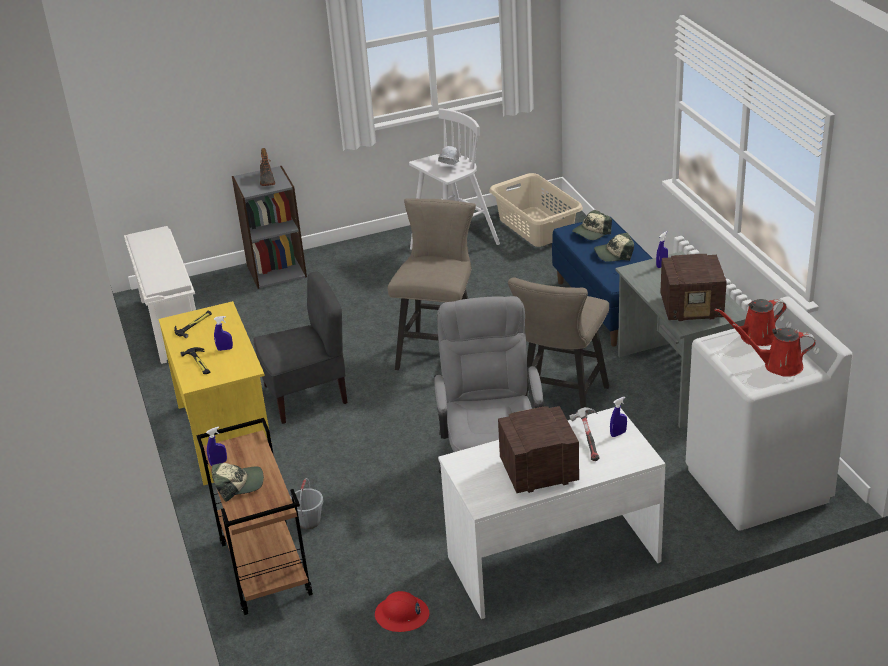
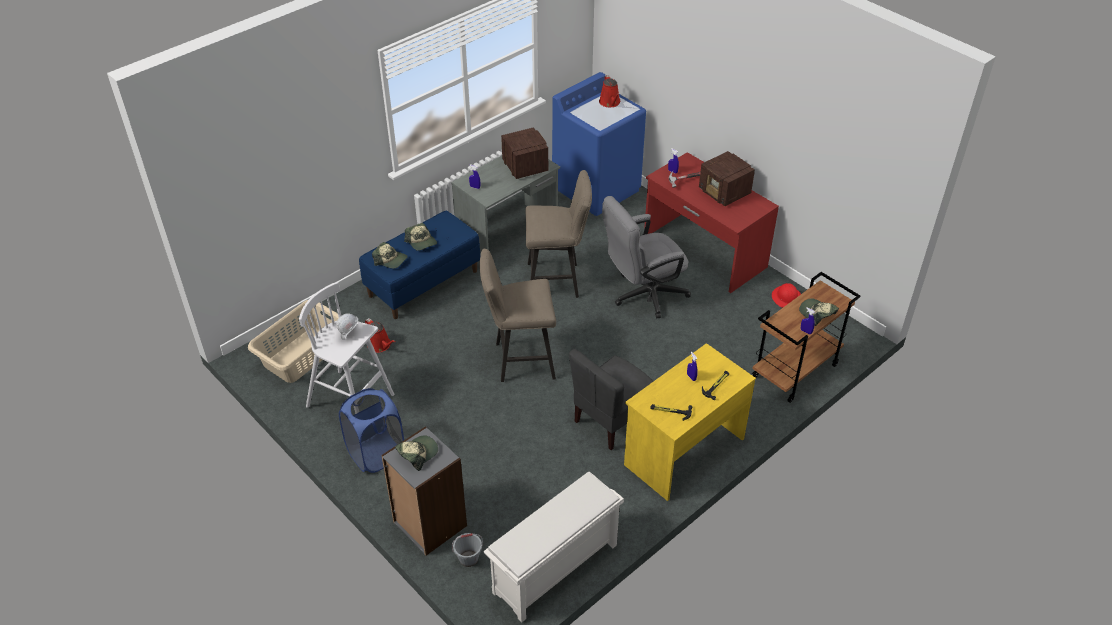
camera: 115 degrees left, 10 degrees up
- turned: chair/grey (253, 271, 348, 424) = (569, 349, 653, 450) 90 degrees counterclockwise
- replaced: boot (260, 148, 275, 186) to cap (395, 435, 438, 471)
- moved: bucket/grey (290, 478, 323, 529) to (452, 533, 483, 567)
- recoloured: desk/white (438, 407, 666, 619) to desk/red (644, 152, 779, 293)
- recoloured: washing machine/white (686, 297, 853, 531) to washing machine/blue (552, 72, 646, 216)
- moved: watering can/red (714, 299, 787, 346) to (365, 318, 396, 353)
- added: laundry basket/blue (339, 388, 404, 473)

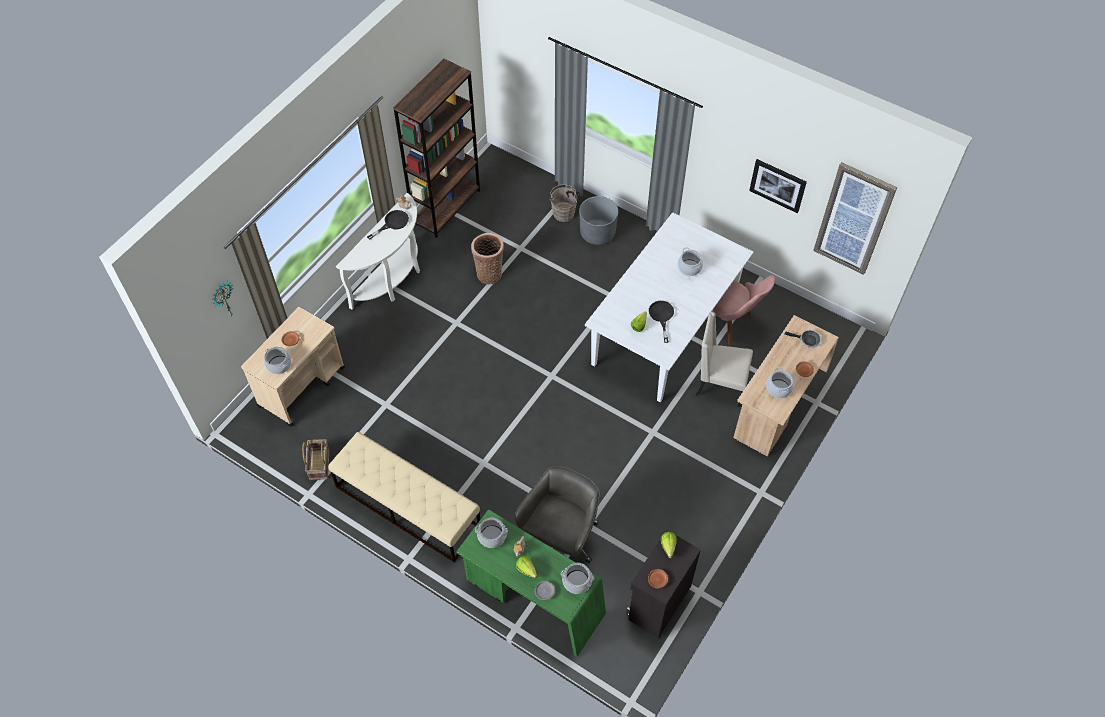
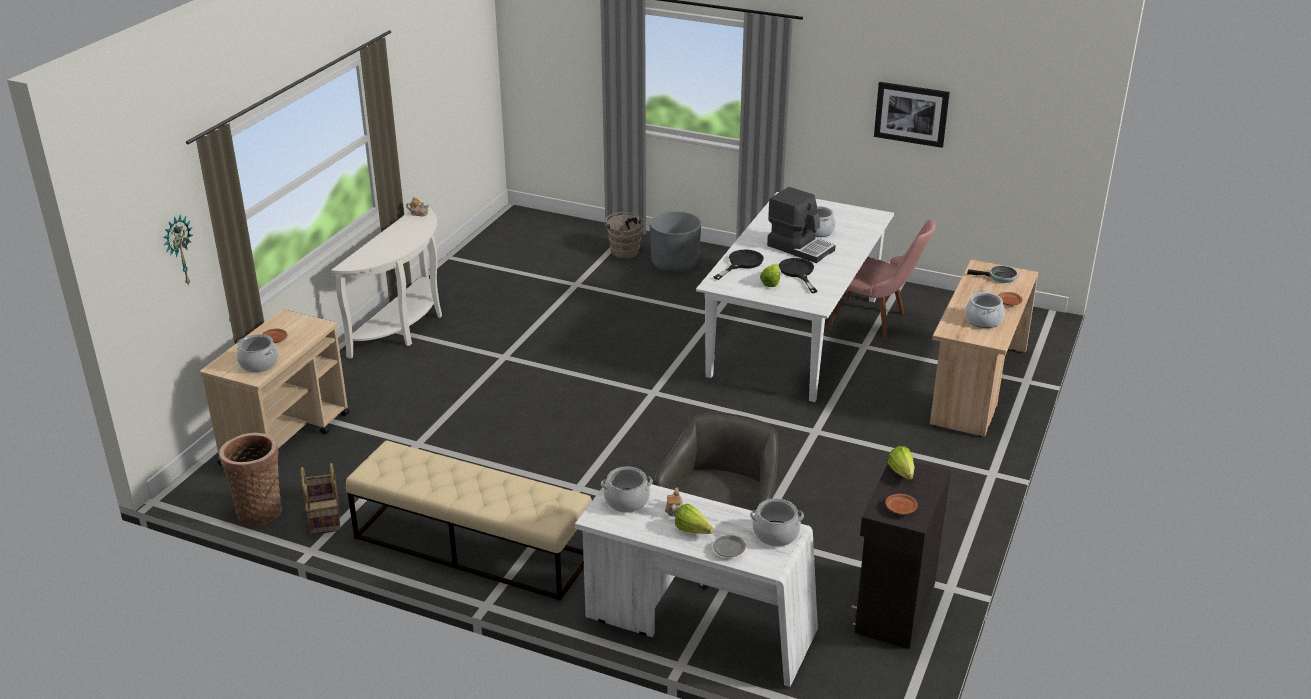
camera: 10 degrees left, 25 degrees down
- moved: frying pan/black (367, 210, 409, 239) to (714, 250, 764, 280)
- removed: bookcase/brown (393, 59, 480, 238)
- recoloured: desk/green (456, 509, 606, 657) to desk/white (575, 484, 818, 687)
- moved: basket (471, 233, 504, 284) to (219, 433, 282, 526)
- removed: chair/beige (695, 312, 753, 407)
- removed: picture (813, 162, 897, 275)
- added: coffee machine (767, 187, 836, 263)

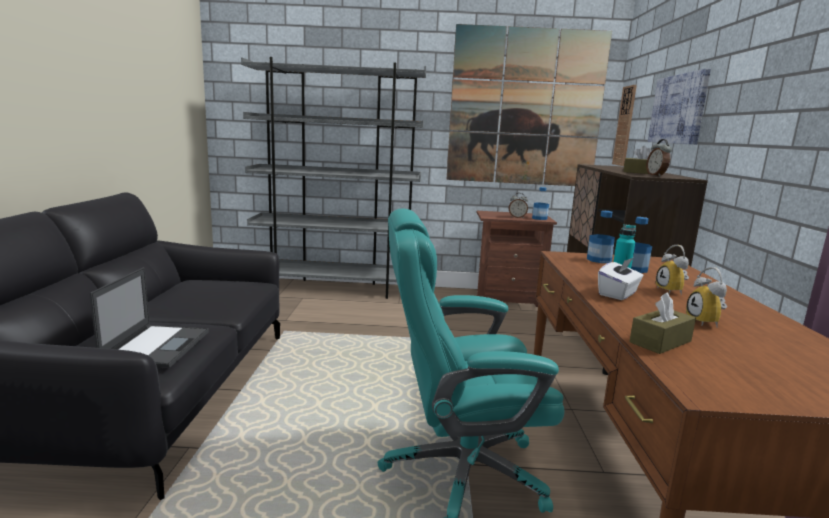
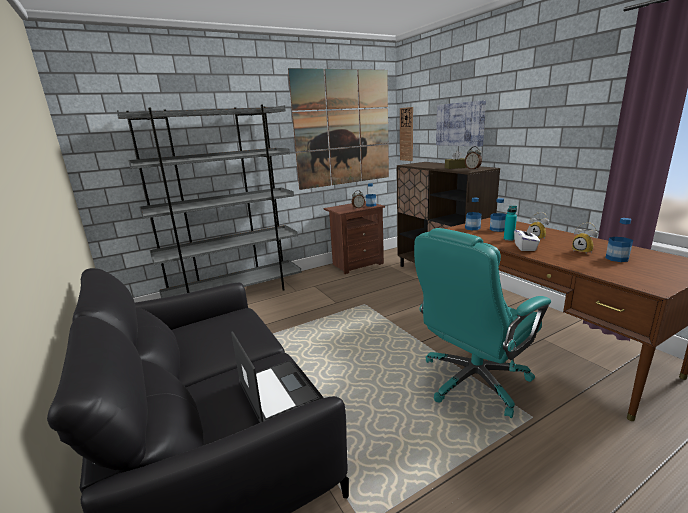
camera: 30 degrees left, 5 degrees up
- removed: tissue box/brown (629, 292, 696, 354)
- added: bottle (606, 218, 633, 262)

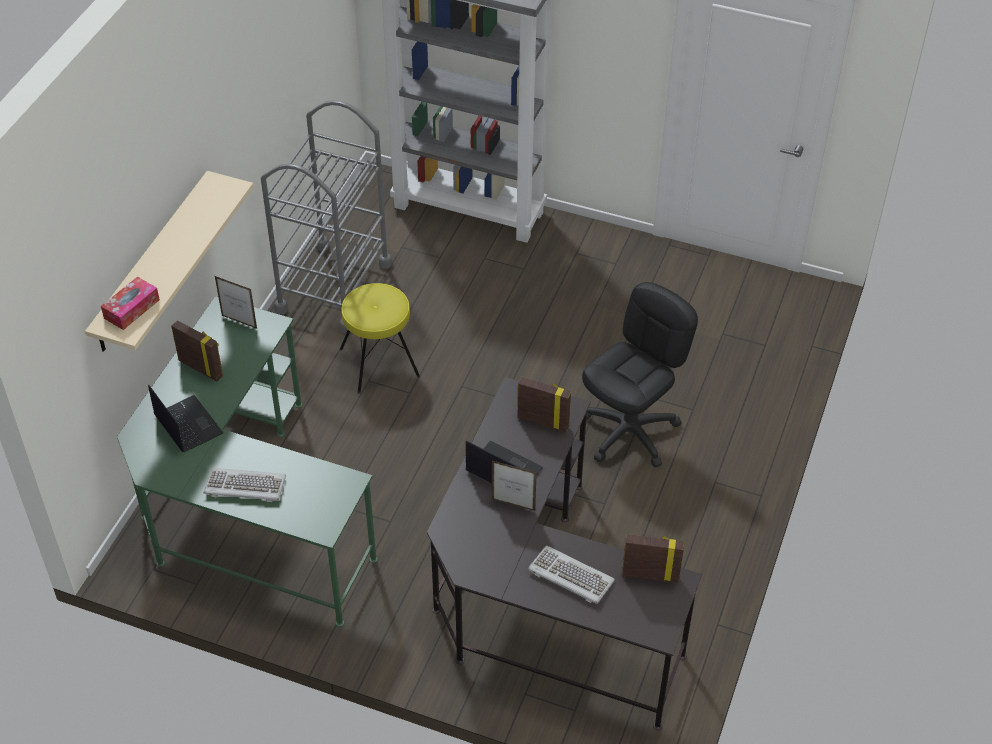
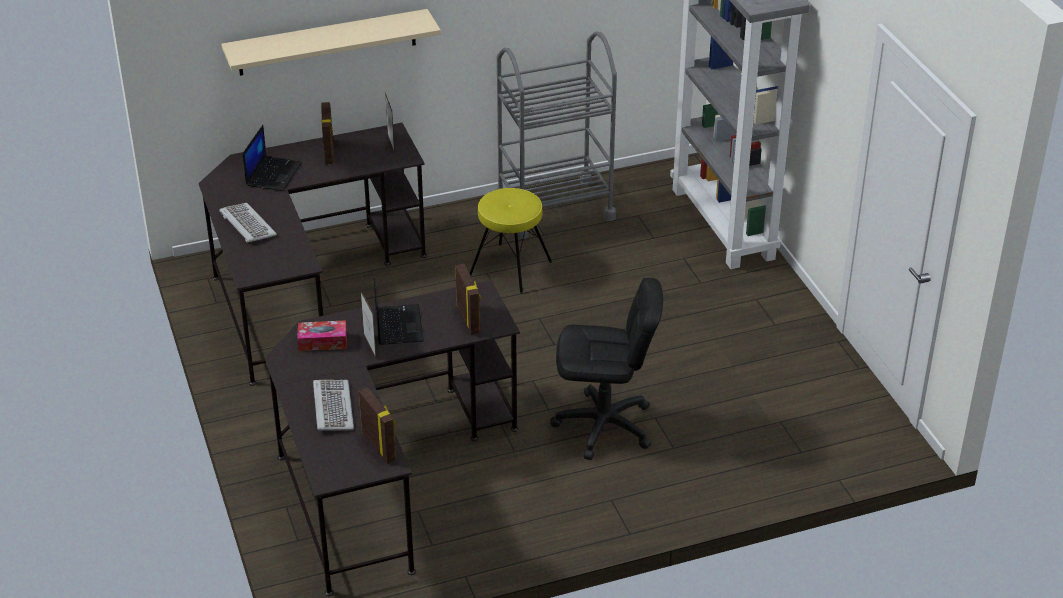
camera: 50 degrees right, 10 degrees down
- moved: tissue box (101, 277, 160, 330) to (297, 320, 347, 351)
- recoloured: desk/green (117, 296, 378, 627) to desk/black (199, 123, 427, 386)

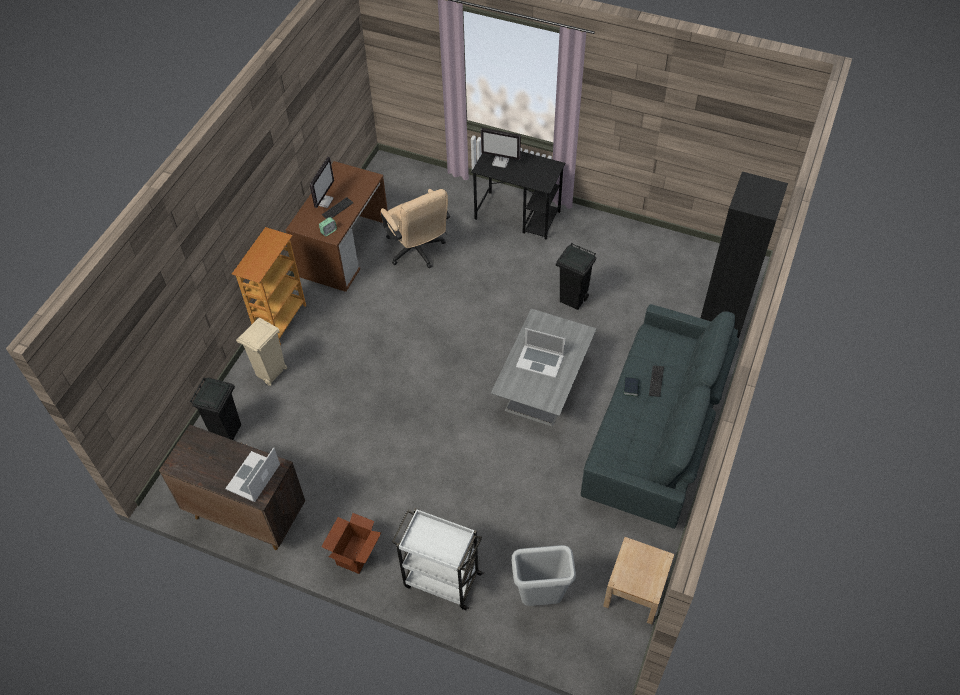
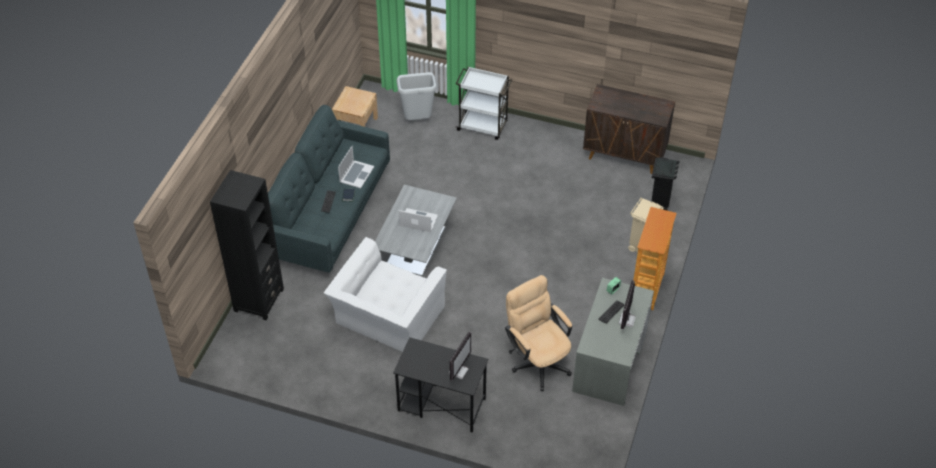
camera: 175 degrees right, 5 degrees down
- moved: laptop (225, 447, 280, 502) to (338, 145, 374, 189)
- recoloured: desk/brown (286, 161, 388, 292) to desk/grey (572, 278, 654, 406)
- removed: cardboard box (321, 513, 381, 574)
- turned: monitor (481, 128, 521, 168) = (449, 332, 471, 381) 105 degrees clockwise
- replaced: trash can/black (556, 243, 597, 310) to armchair/white (324, 237, 447, 352)

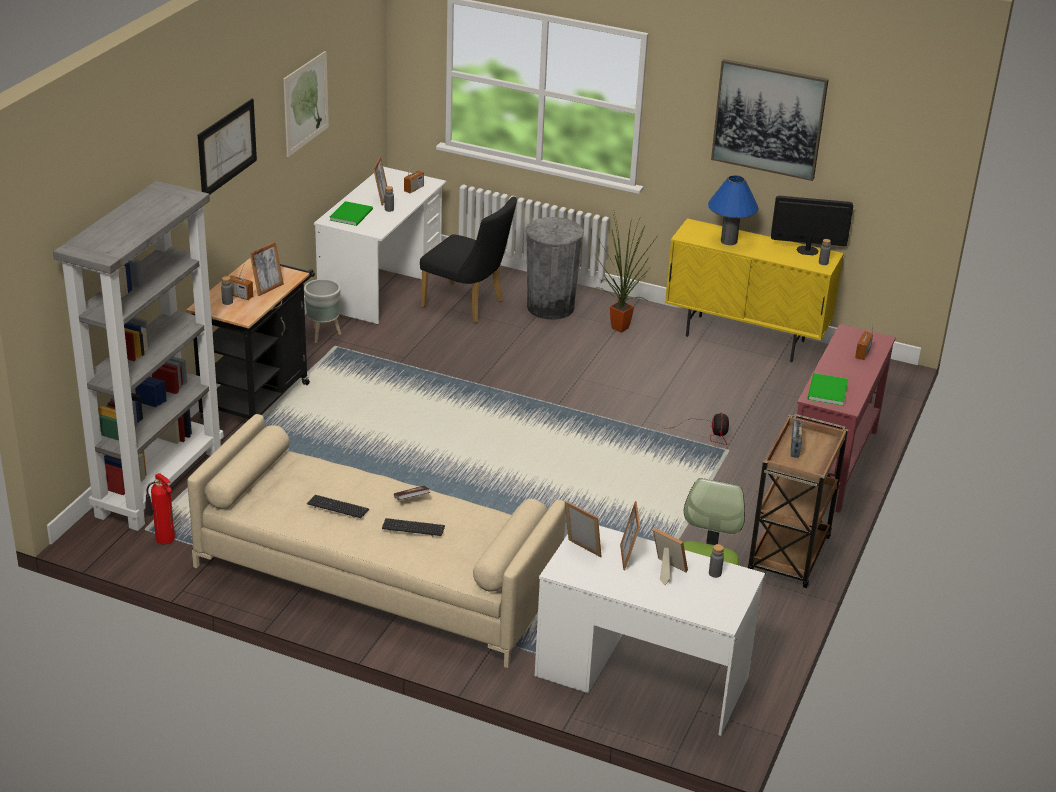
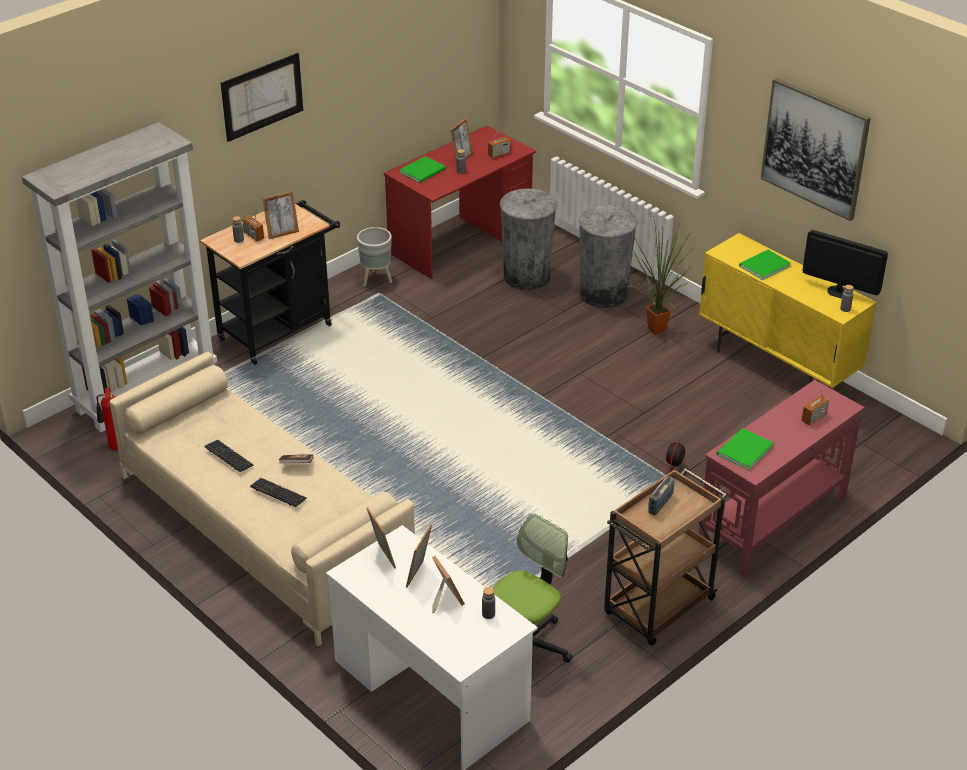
camera: 25 degrees right, 5 degrees up
- removed: picture (284, 51, 329, 157)
- recoloured: desk/white (314, 167, 446, 324) to desk/red (384, 126, 536, 279)
- replaced: chair/black (420, 196, 517, 323) to trash can/grey (500, 188, 557, 290)
- replaced: table lamp/blue (708, 175, 759, 245) to book/green (739, 250, 791, 281)

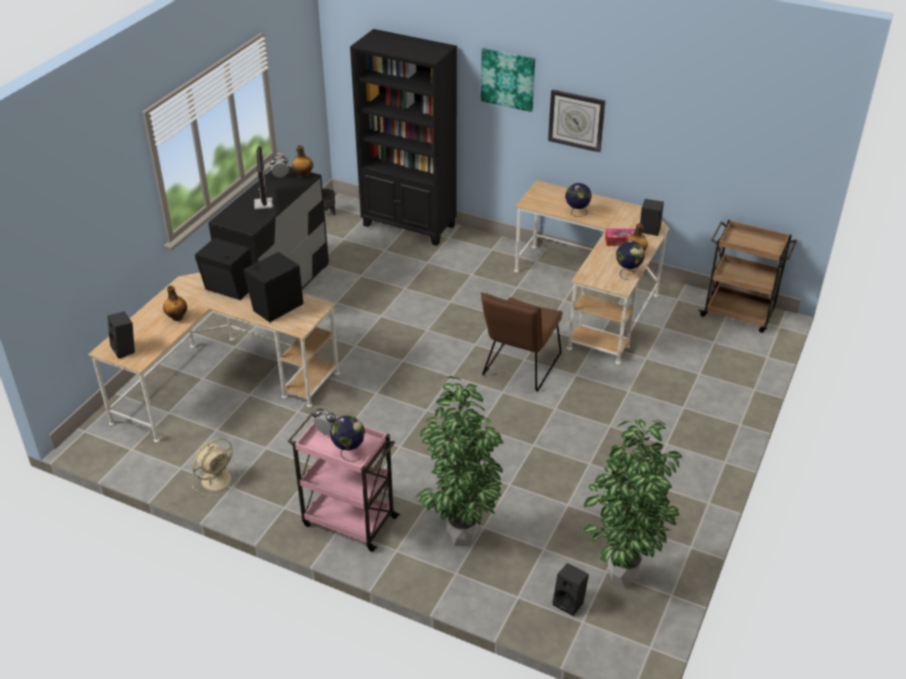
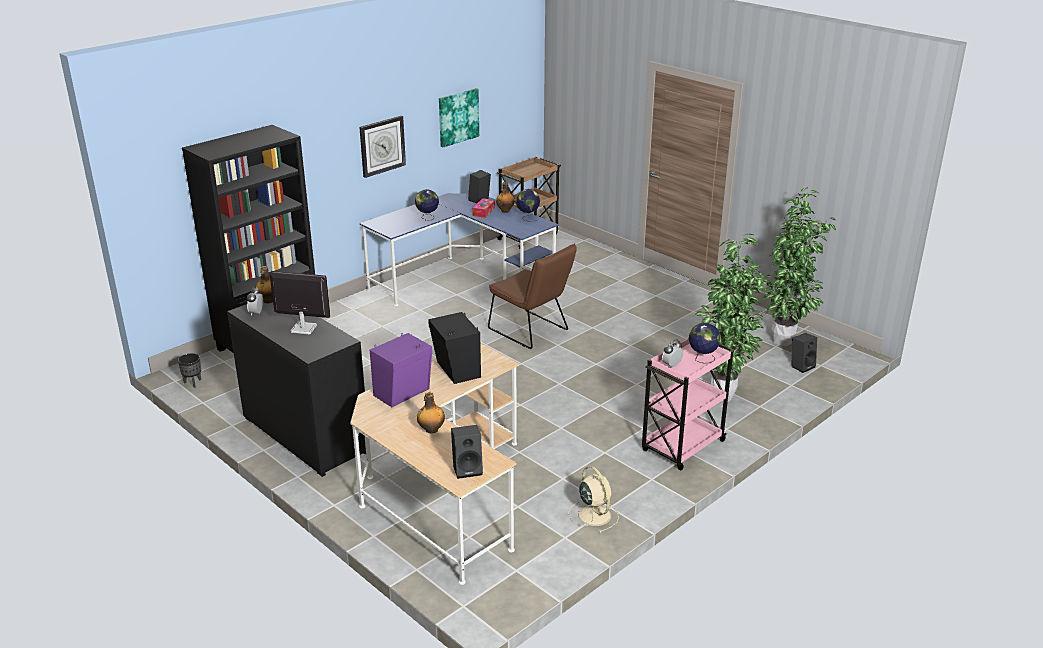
camera: 70 degrees left, 10 degrees down
- recoloured: speaker/black (195, 237, 252, 300) to speaker/purple (370, 333, 432, 407)
- moved: picture (481, 48, 535, 112) to (439, 88, 479, 148)
- recoloured: desk/beige (514, 180, 669, 364) to desk/blue (360, 193, 558, 306)

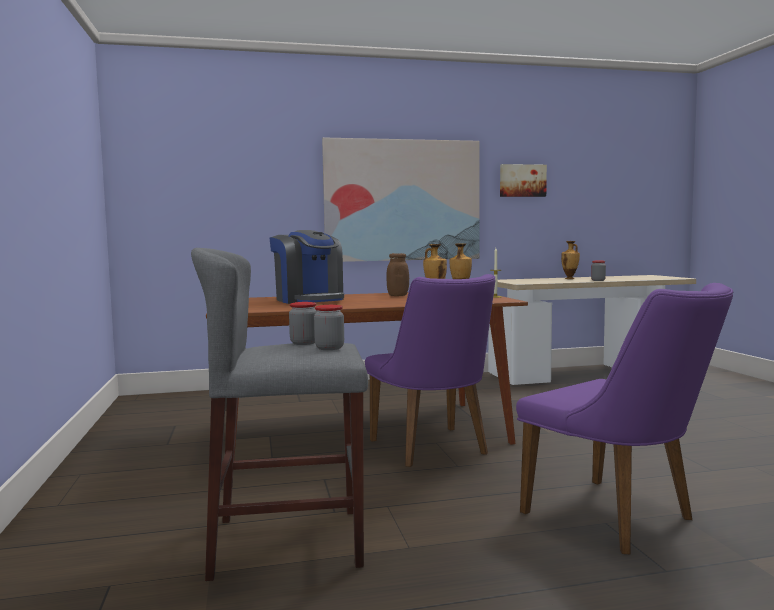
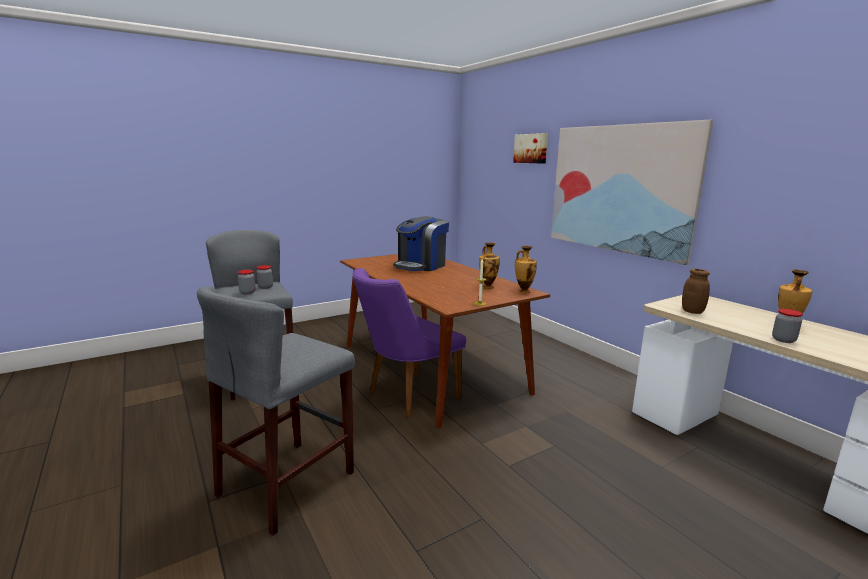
camera: 70 degrees right, 10 degrees up
- moved: jar/brown (386, 253, 409, 296) to (682, 269, 710, 314)
- moved: picture (500, 164, 547, 197) to (513, 133, 548, 164)
- replaced: chair/purple (516, 283, 733, 554) to stool/grey (197, 286, 355, 536)

